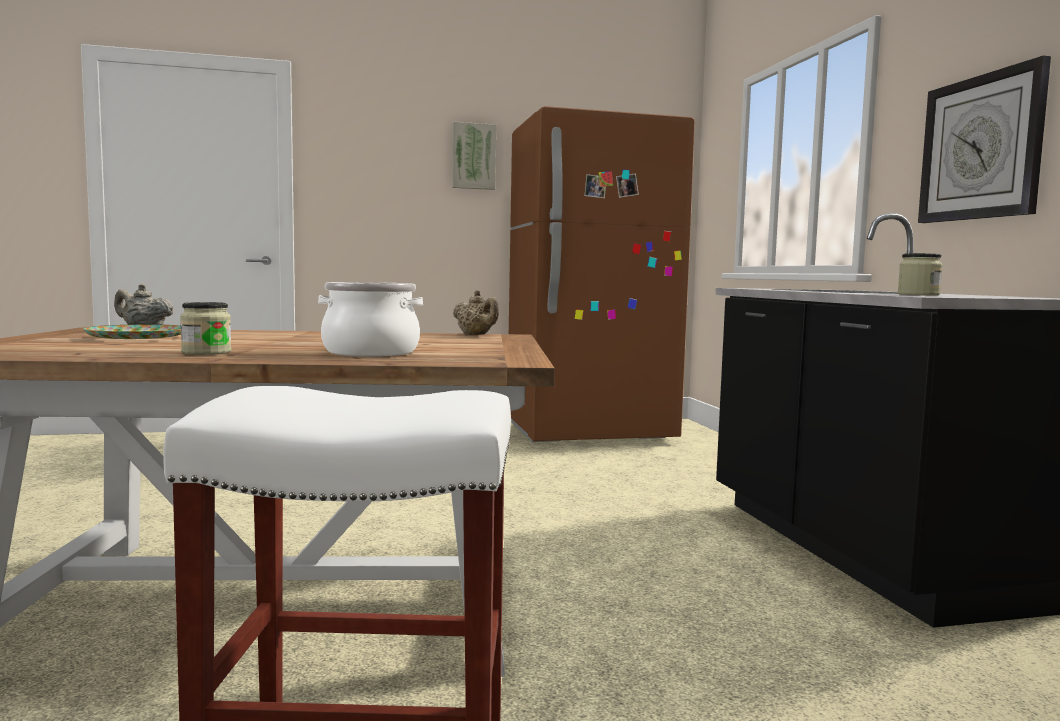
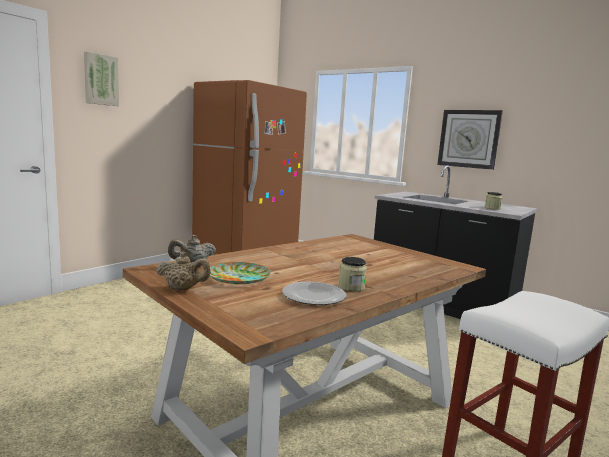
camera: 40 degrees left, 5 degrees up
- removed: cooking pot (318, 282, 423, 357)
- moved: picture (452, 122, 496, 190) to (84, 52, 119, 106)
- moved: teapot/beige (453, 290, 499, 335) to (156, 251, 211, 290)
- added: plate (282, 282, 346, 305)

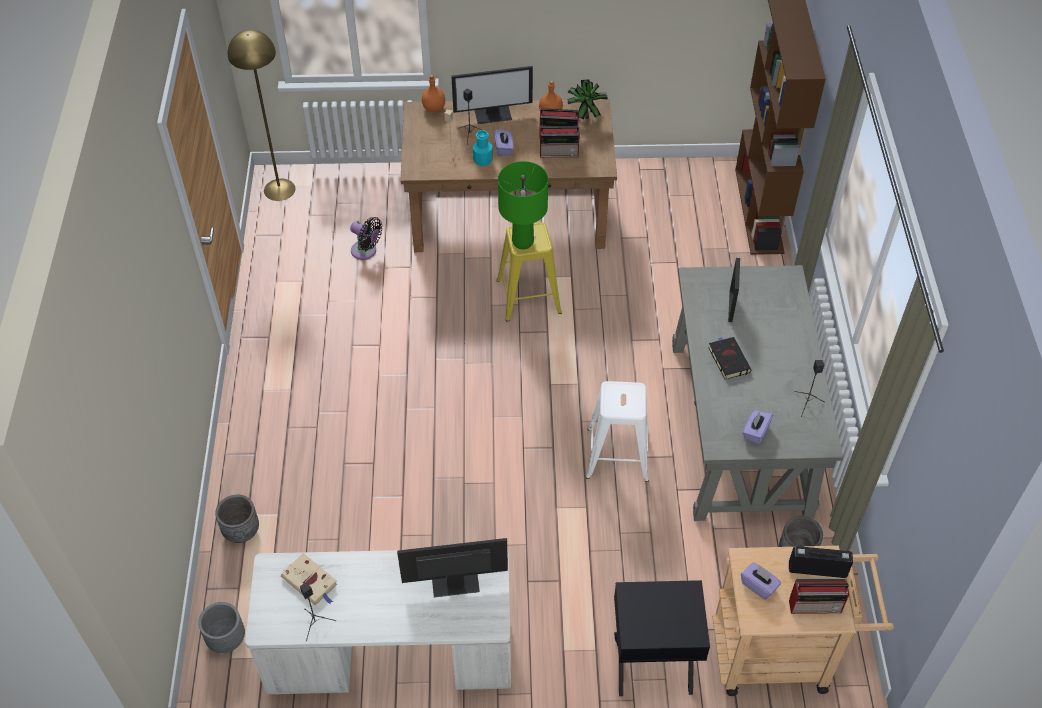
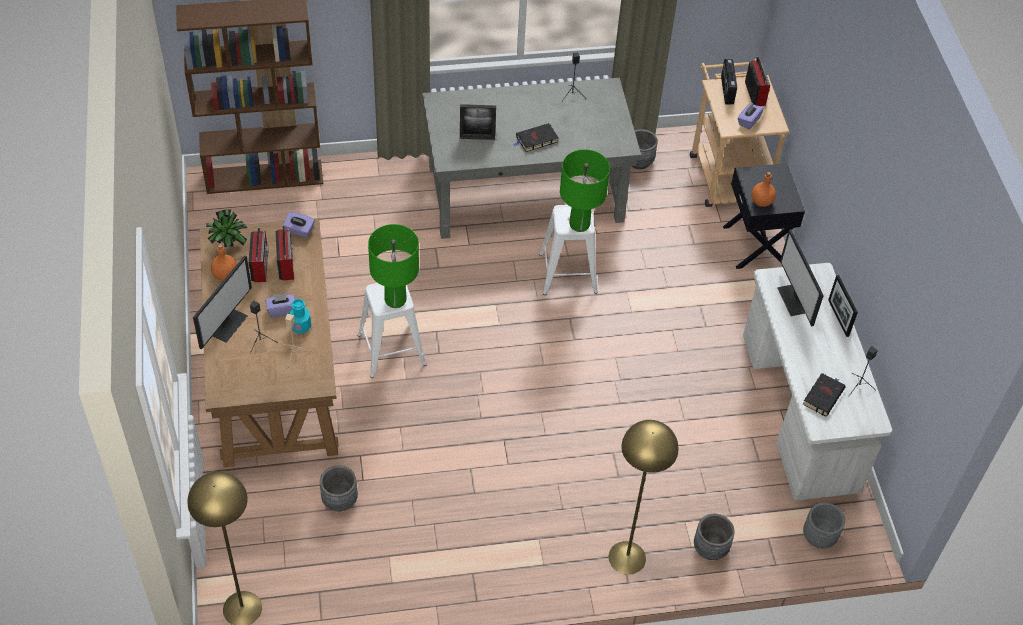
camera: 100 degrees left, 0 degrees up
- recoloured: book/beige (281, 553, 338, 605) to book/black (803, 373, 846, 416)
- replaced: fan/black (350, 217, 382, 260) to planter/grey (320, 465, 358, 511)
- moved: bottle/orange (422, 74, 445, 112) to (751, 172, 776, 207)
- turned: monitor (451, 66, 533, 124) = (193, 255, 252, 349) 45 degrees clockwise
- recoloured: stool/yellow (496, 222, 562, 322) to stool/white (357, 283, 427, 378)
- moved: tissue box/purple (743, 410, 773, 444) to (283, 212, 315, 238)
- added: table lamp/green (560, 149, 610, 232)
- added: floor lamp/yellow (609, 420, 678, 575)
- added: picture frame (828, 275, 858, 337)

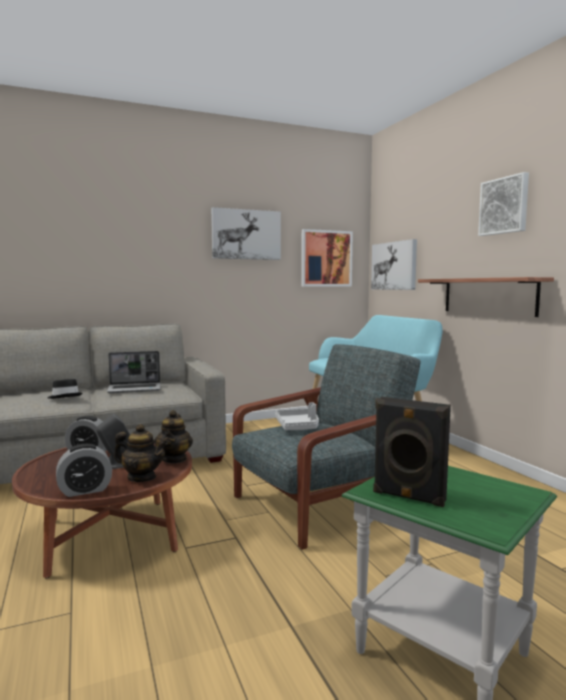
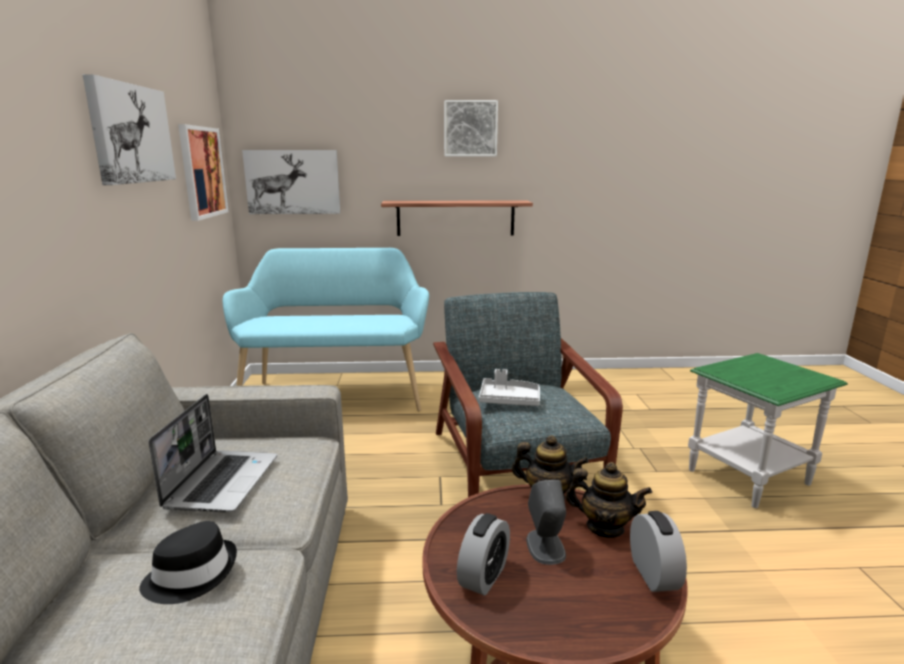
camera: 70 degrees left, 10 degrees up
- turned: teapot (114, 424, 168, 482) = (566, 462, 652, 538) 75 degrees clockwise
- removed: speaker/black (373, 397, 451, 507)

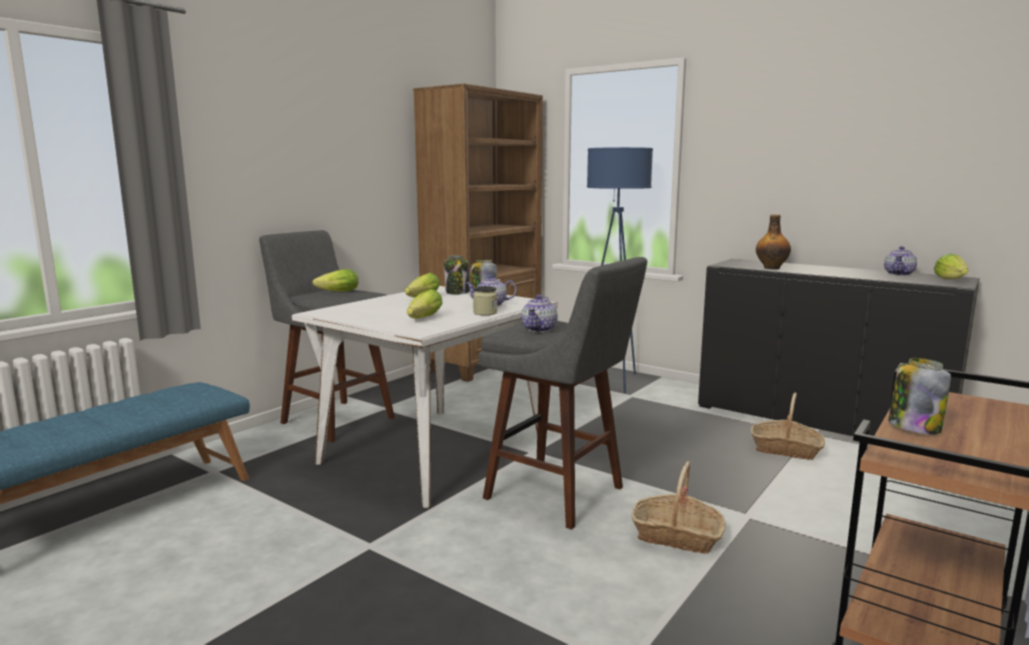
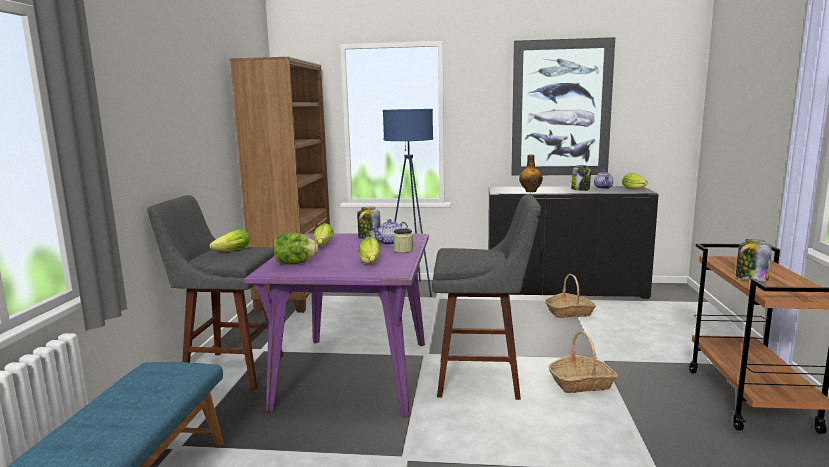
camera: 30 degrees left, 0 degrees up
- recoloured: dining table/white (292, 286, 558, 508) to dining table/purple (244, 233, 429, 418)
- moved: jar (444, 255, 470, 295) to (571, 165, 591, 191)
- removed: teapot (521, 295, 558, 332)
- added: lettuce (273, 232, 318, 265)
- added: picture (511, 37, 615, 176)

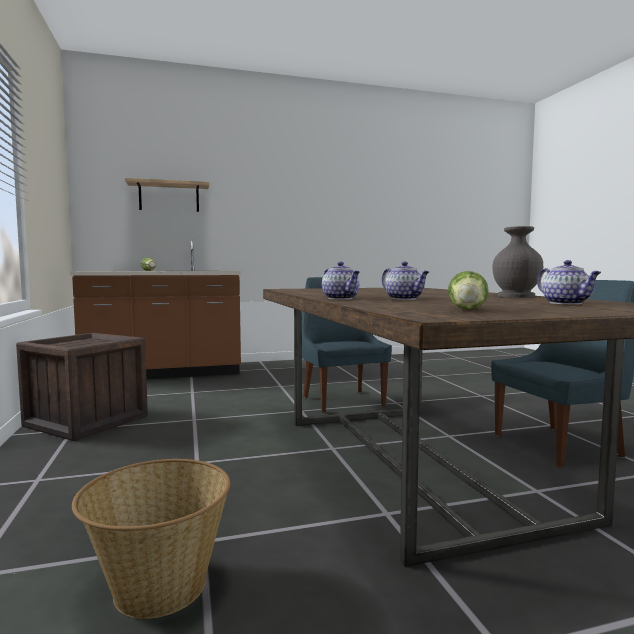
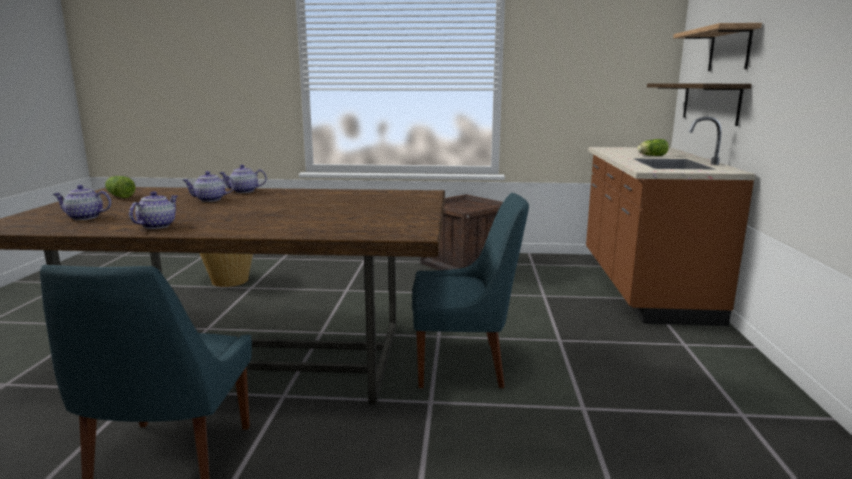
camera: 110 degrees right, 10 degrees up
- replaced: vase/grey (492, 226, 543, 298) to teapot (129, 191, 177, 229)
- added: shelf (647, 84, 752, 126)

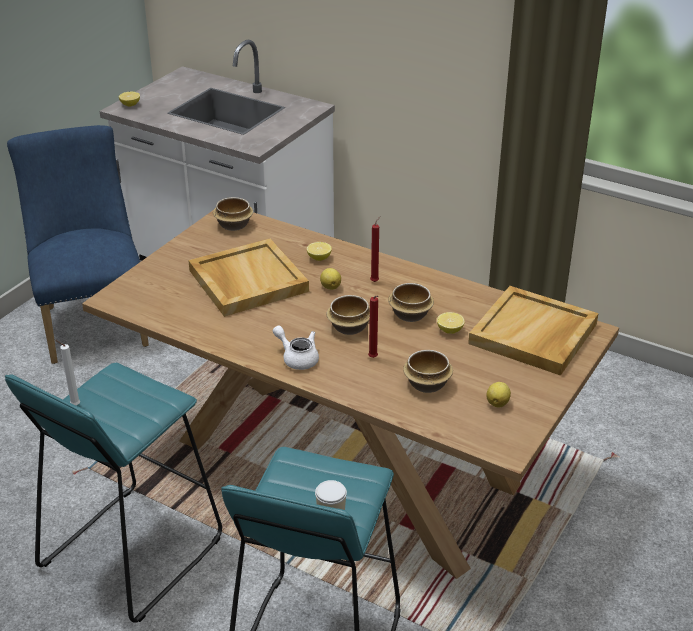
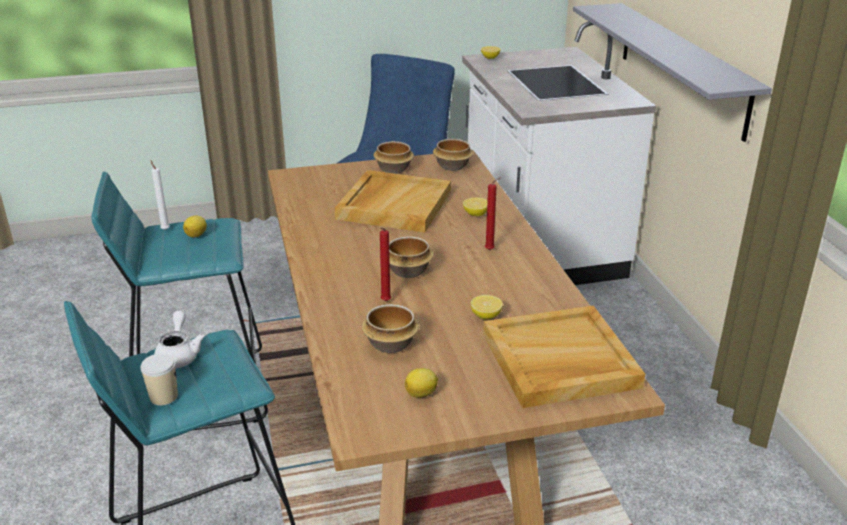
camera: 45 degrees right, 5 degrees down
- moved: teapot/white (273, 326, 319, 370) to (154, 311, 205, 368)
- moved: lemon (320, 268, 341, 290) to (183, 216, 207, 237)
- moved: bowl (388, 283, 434, 322) to (373, 141, 414, 174)
- added: shelf/grey (573, 3, 772, 142)

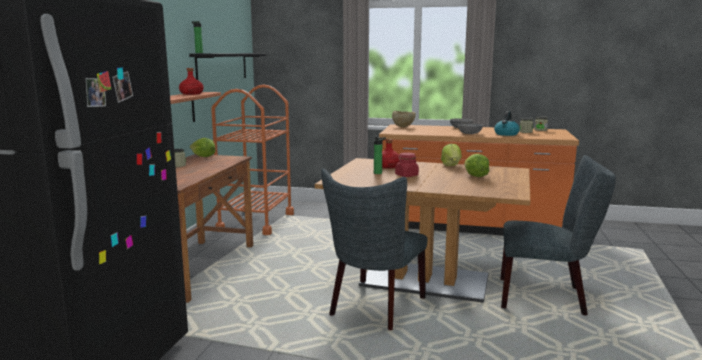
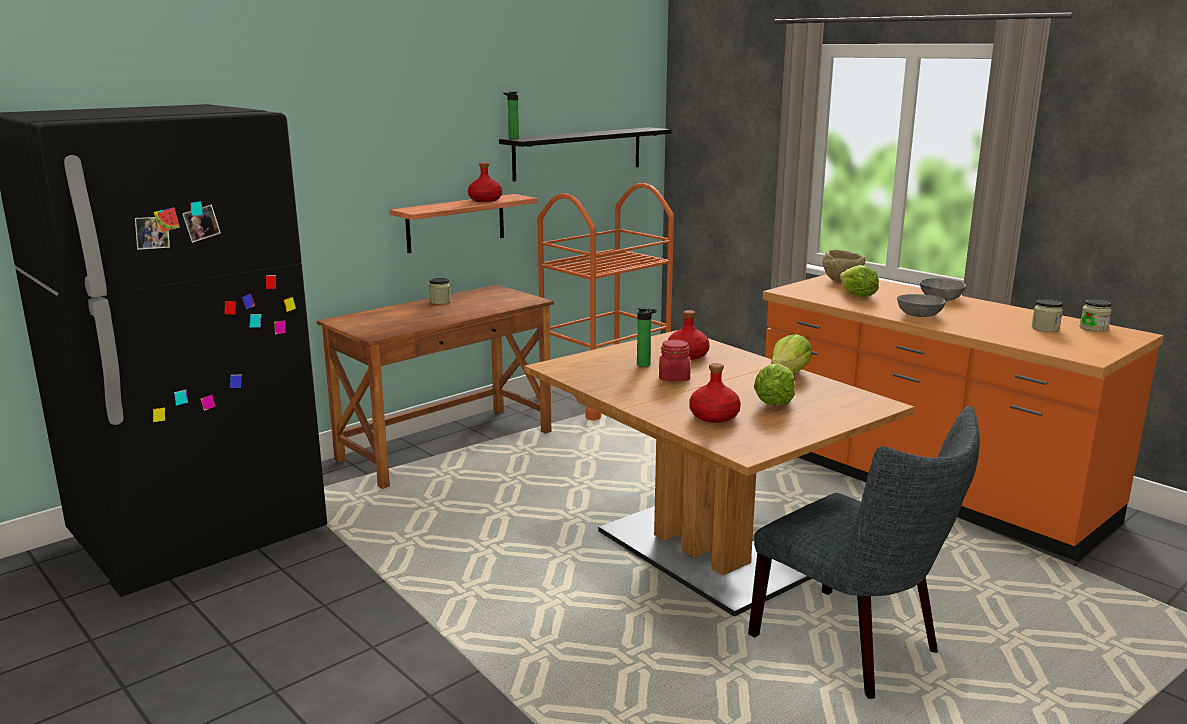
camera: 35 degrees right, 5 degrees up
- moved: lettuce (190, 138, 216, 157) to (840, 265, 879, 297)
- removed: chair/grey (321, 168, 428, 330)
- removed: kettle (494, 111, 520, 136)
- added: bottle/red (689, 363, 741, 423)

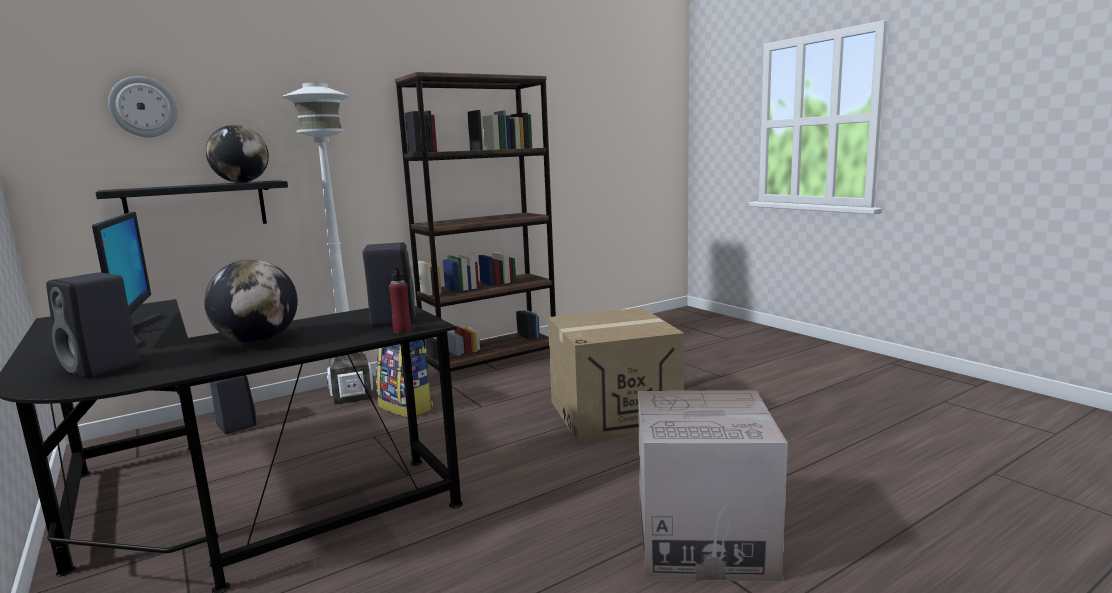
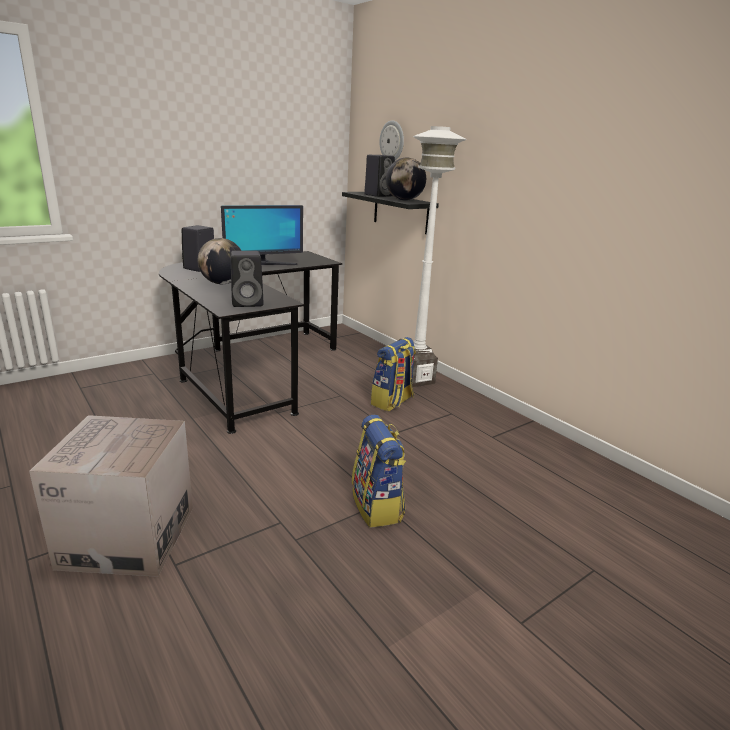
camera: 85 degrees right, 10 degrees up
- moved: speaker/black (210, 375, 256, 434) to (364, 155, 395, 197)
- removed: bottle/red (389, 264, 412, 333)
- removed: bookcase/brown (395, 72, 556, 372)
- replaced: cardboard box (548, 308, 684, 444) to backpack (352, 415, 406, 528)

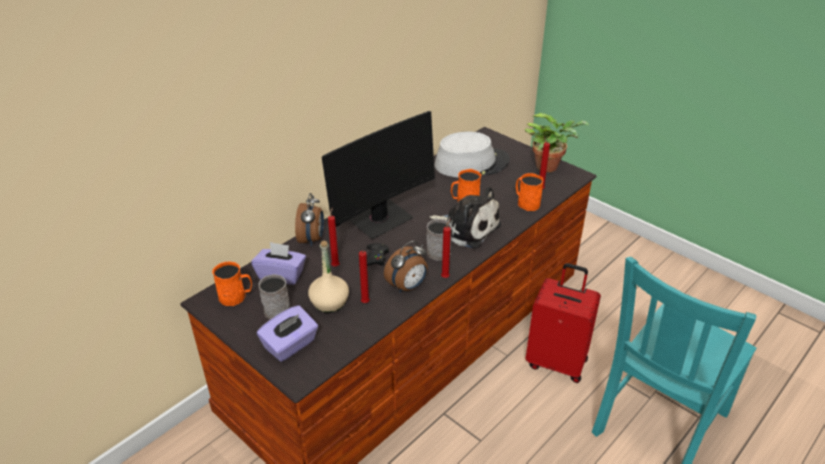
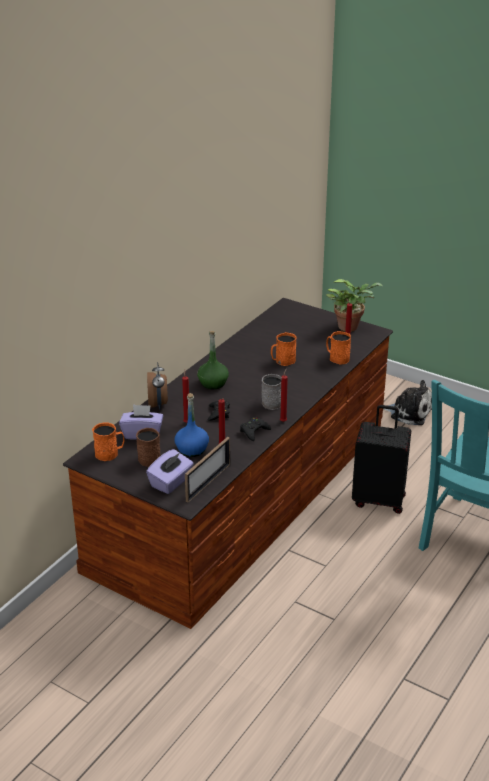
camera: 10 degrees left, 5 degrees down
- recoloured: mug/grey (258, 274, 290, 319) to mug/brown (136, 428, 160, 467)
- recoloured: bottle/beige (308, 241, 349, 313) to bottle/blue (175, 393, 209, 457)
- replaced: monitor (322, 111, 435, 239) to bottle/green (197, 331, 229, 389)
- replaced: alarm clock (384, 241, 428, 293) to game controller/black (240, 417, 271, 441)
- moved: plush toy (430, 186, 501, 249) to (383, 380, 432, 425)
- removed: hat/grey (434, 131, 510, 178)
- recoloured: suitcase/red (525, 263, 601, 383) to suitcase/black (352, 405, 411, 514)
- added: picture frame (185, 437, 230, 503)

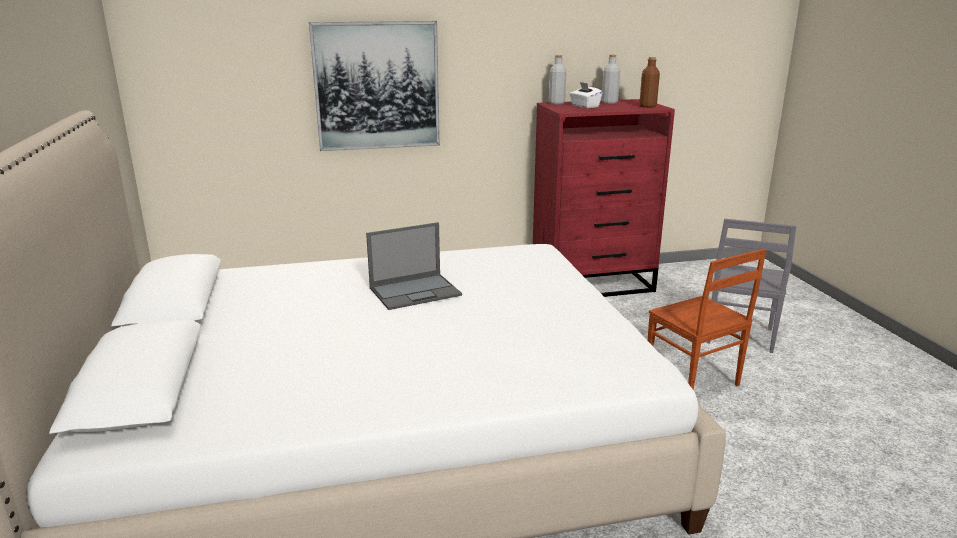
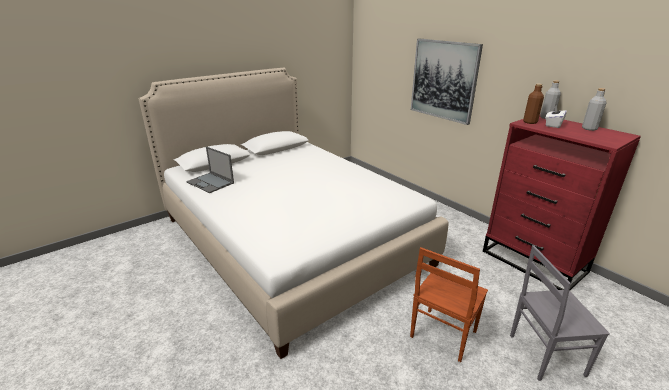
camera: 65 degrees right, 5 degrees up
- moved: laptop (366, 222, 462, 310) to (186, 147, 234, 193)
- moved: bottle/brown (639, 57, 660, 108) to (523, 84, 544, 124)

